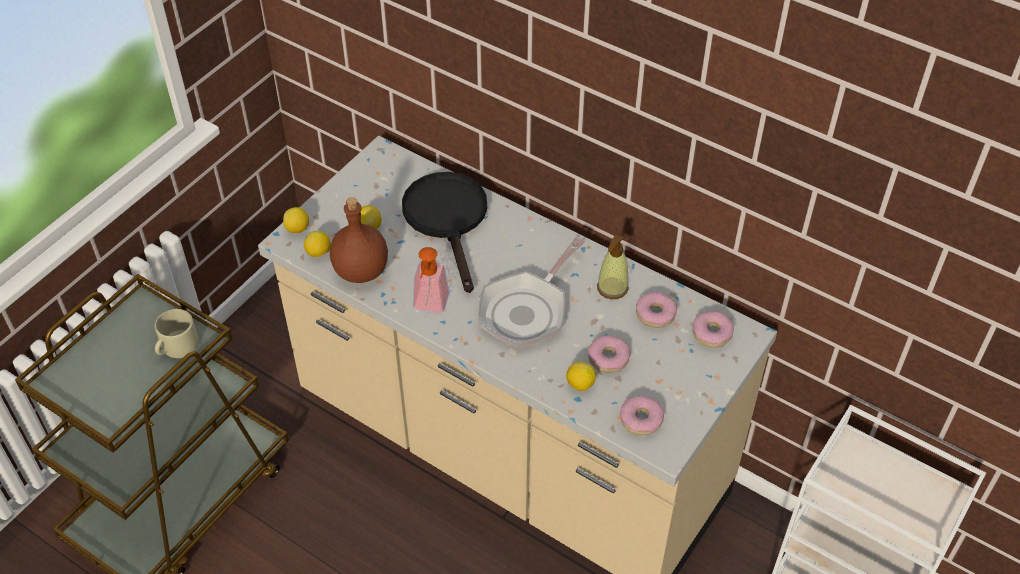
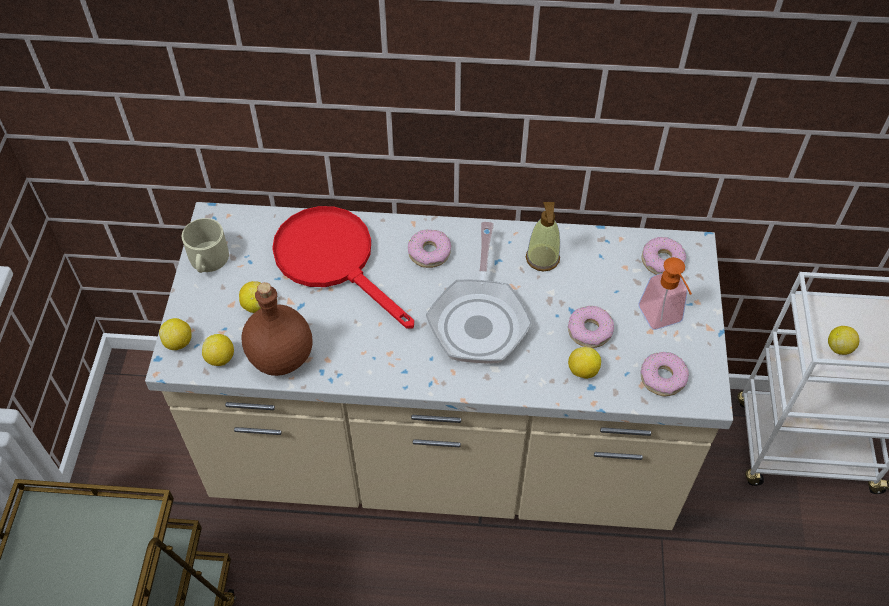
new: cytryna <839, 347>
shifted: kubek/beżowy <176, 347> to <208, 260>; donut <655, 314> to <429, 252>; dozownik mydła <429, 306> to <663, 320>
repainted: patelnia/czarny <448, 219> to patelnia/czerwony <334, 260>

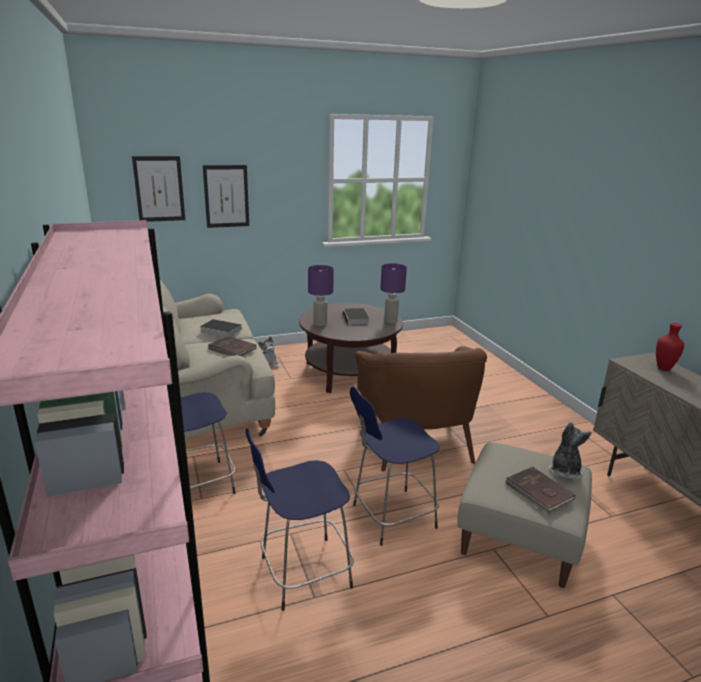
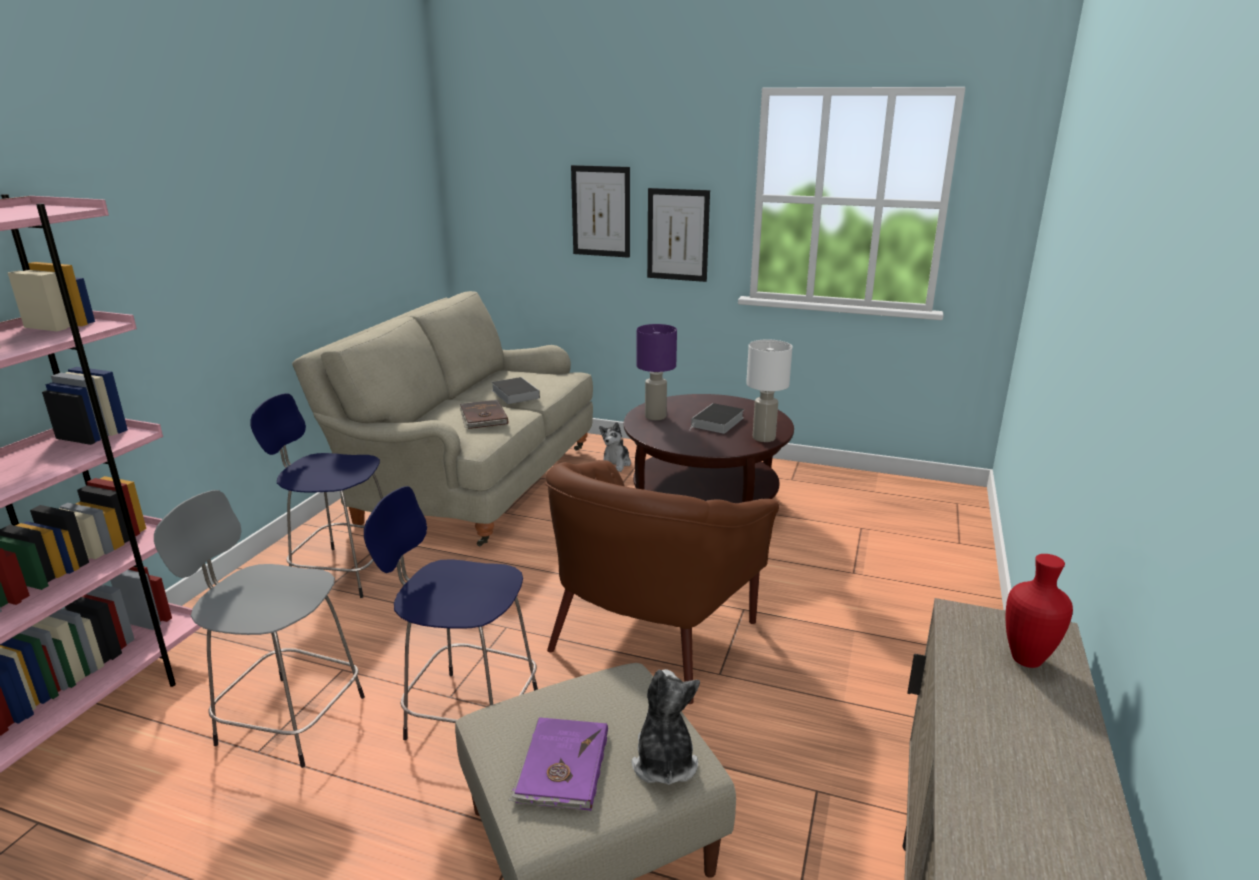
shifted: obraz <159, 189> to <678, 235>
repainted: stołek/niebieski <302, 573> to stołek/szary <287, 719>; książka/brązowy <538, 492> to książka/fioletowy <561, 767>; lampa stołowa/fioletowy <391, 321> to lampa stołowa/biały <764, 438>
rotated: pluszak <564, 471> = <664, 762> 60 degrees counterclockwise

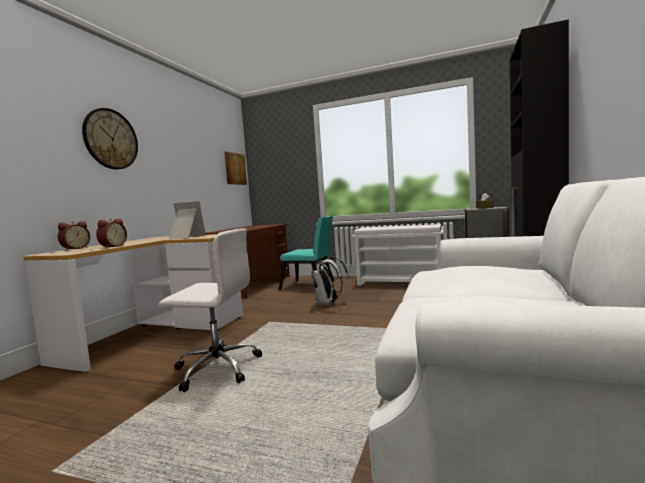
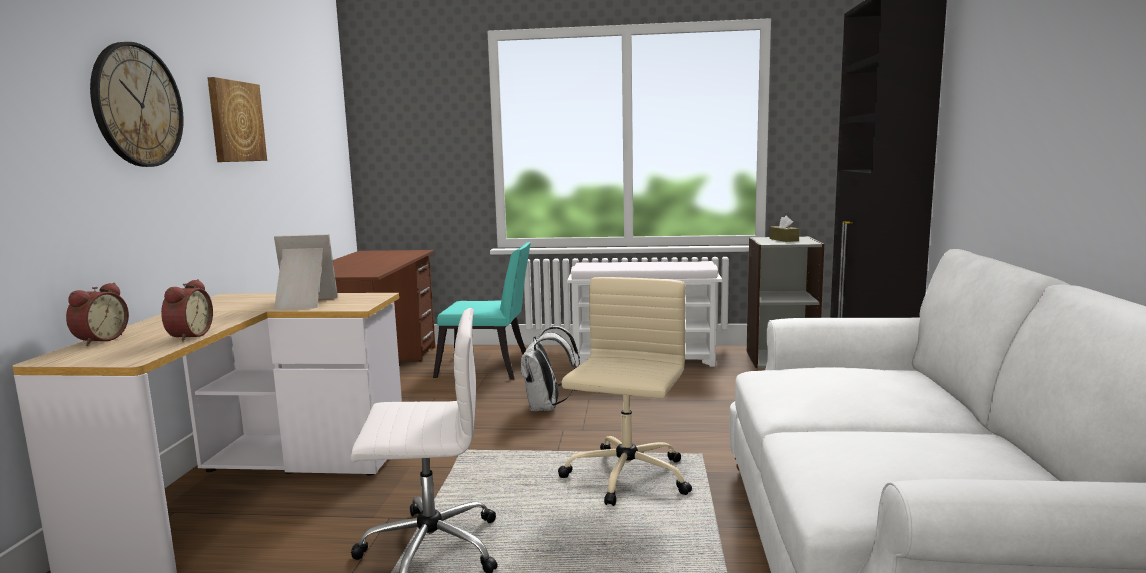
new: krzesło biurowe/beżowy <626, 477>
shifted: obraz <234, 169> to <235, 121>

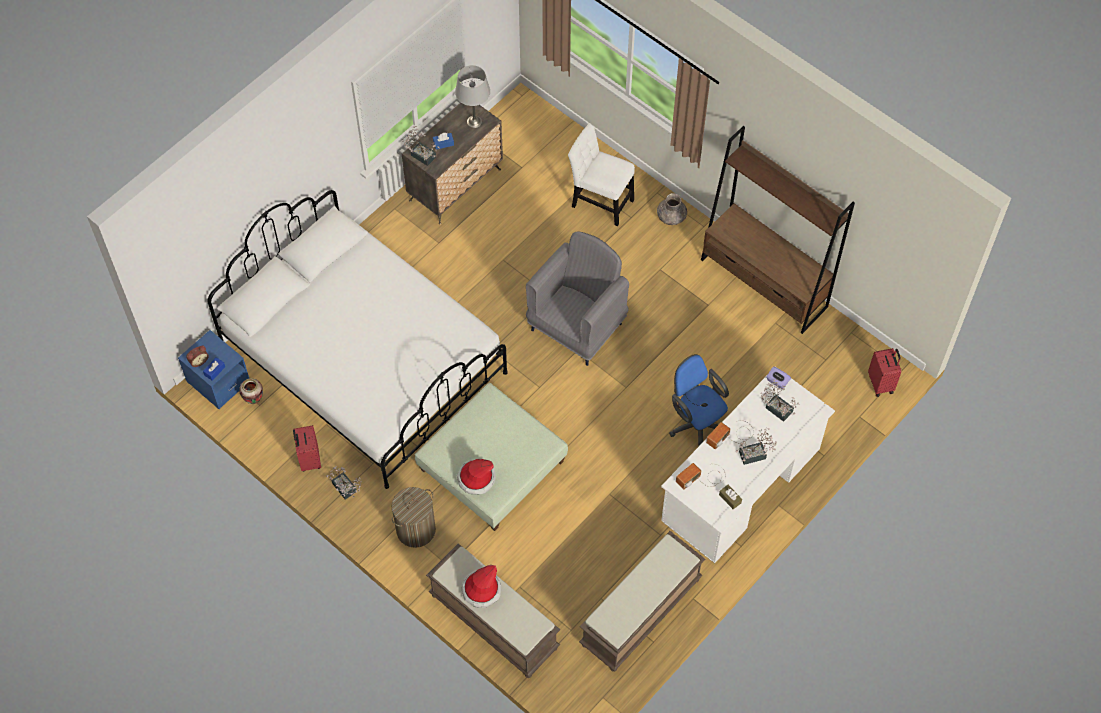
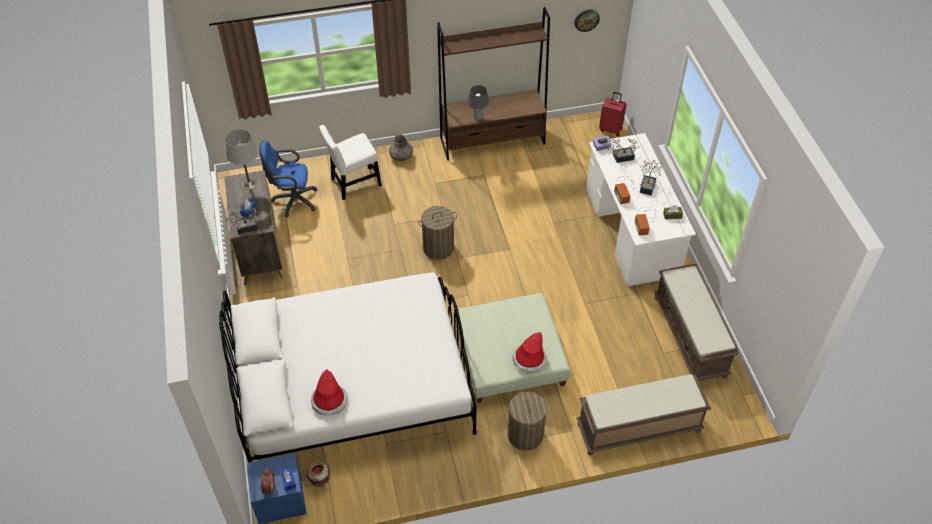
gone: walizka/czerwony <309, 459>; roślina doniczkowa <346, 490>
new: lampa stołowa/szary <478, 118>; zegar ścienny <586, 20>
shifted: krzesło biurowe/niebieski <696, 424> to <292, 200>; kapelusz <481, 590> to <329, 401>
swapped: fotel/szary <577, 325> to kosz na pranie <438, 248>

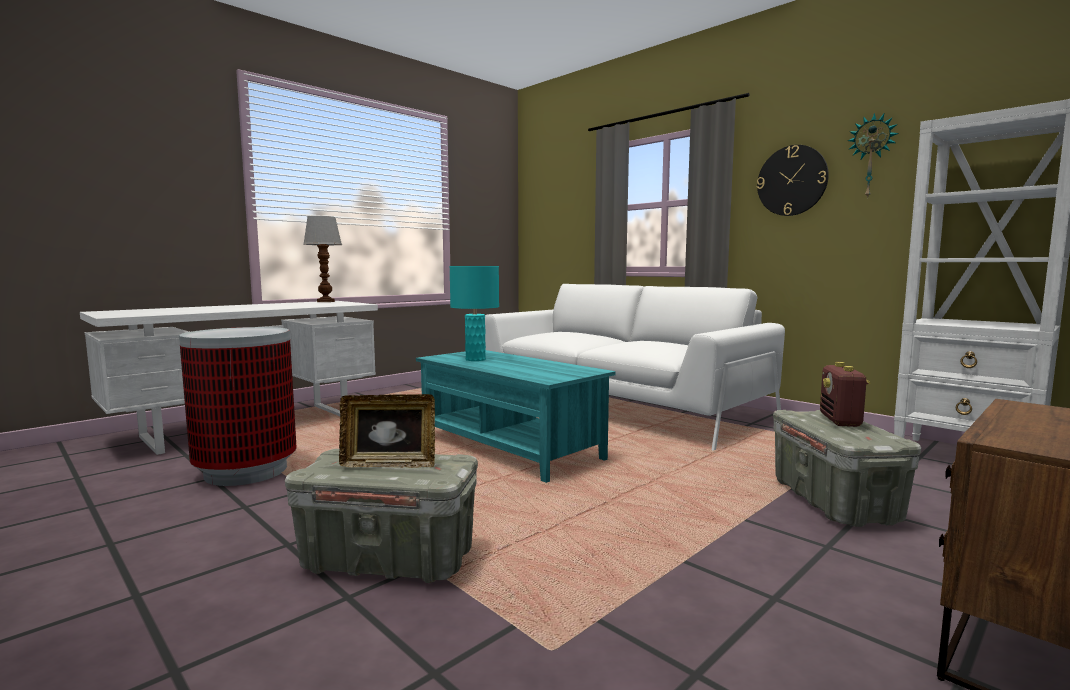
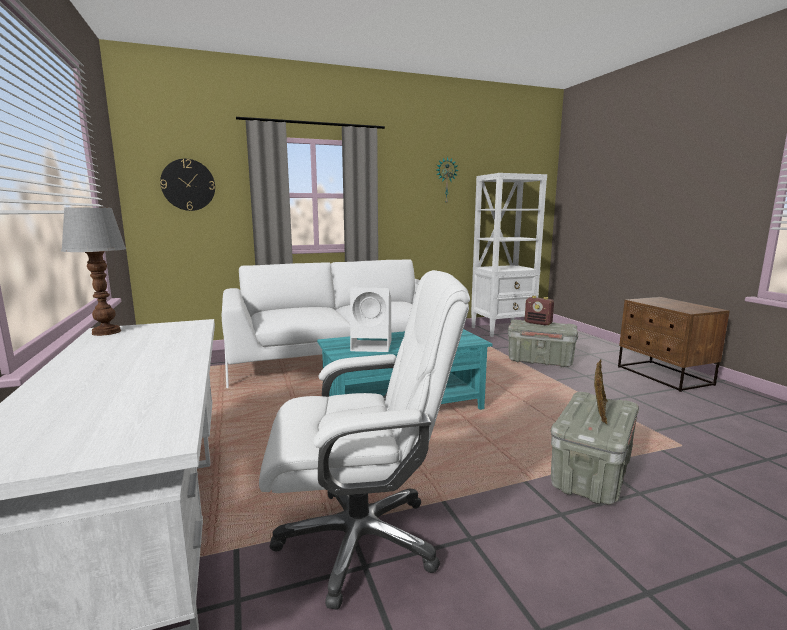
shifted: zegar ścienny <792, 180> to <188, 185>
swapped: kosz na śmieci <246, 471> to krzesło biurowe/biały <361, 539>; lampa stołowa/turkusowy <475, 359> to głośnik/biały <373, 346>

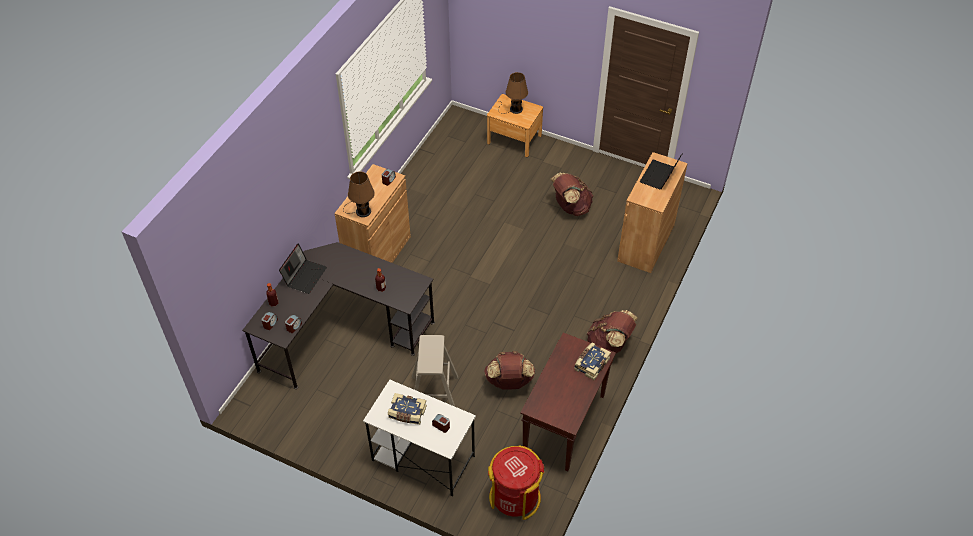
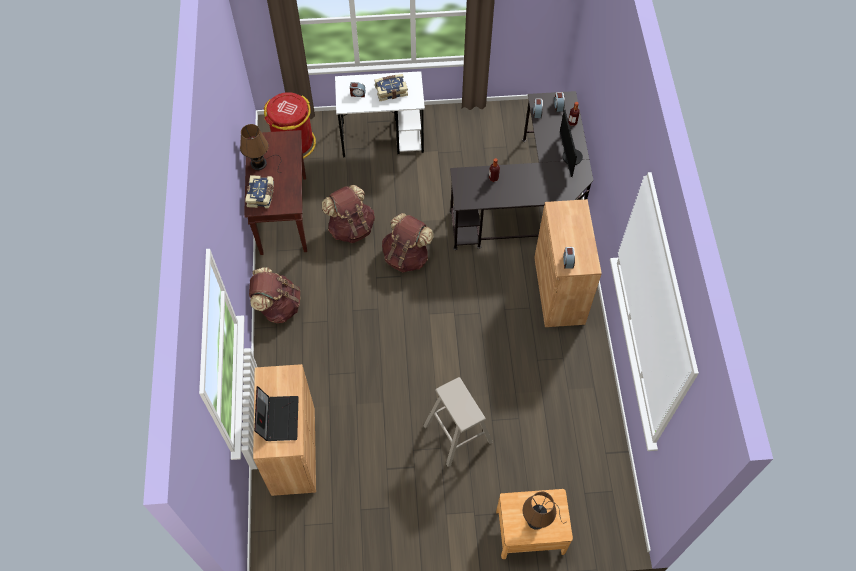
shifted: lampa stołowa/brązowy <361, 211> to <260, 163>; plecak/brązowy <570, 207> to <406, 256>; stołek/beżowy <434, 395> to <457, 433>
swapped: laptop <305, 275> to monitor <569, 157>

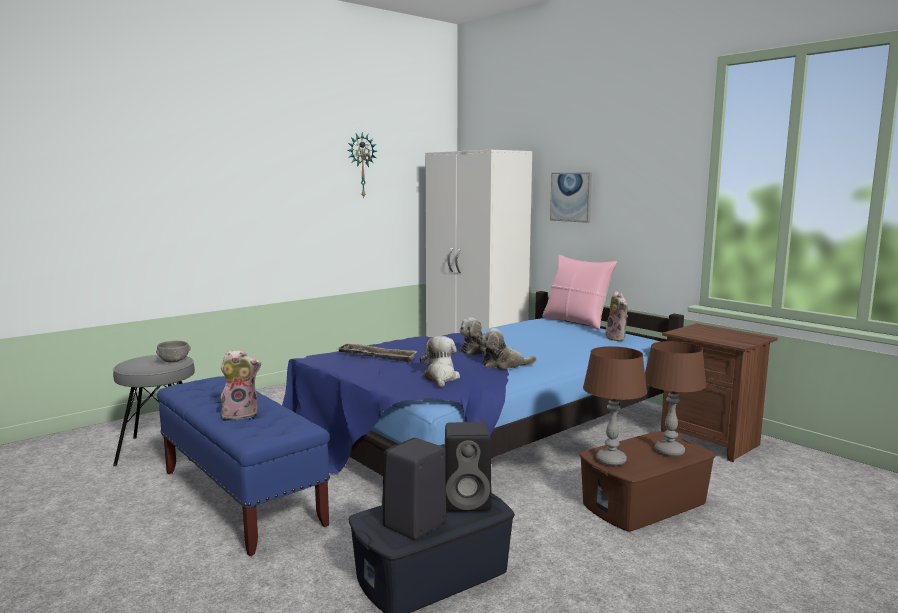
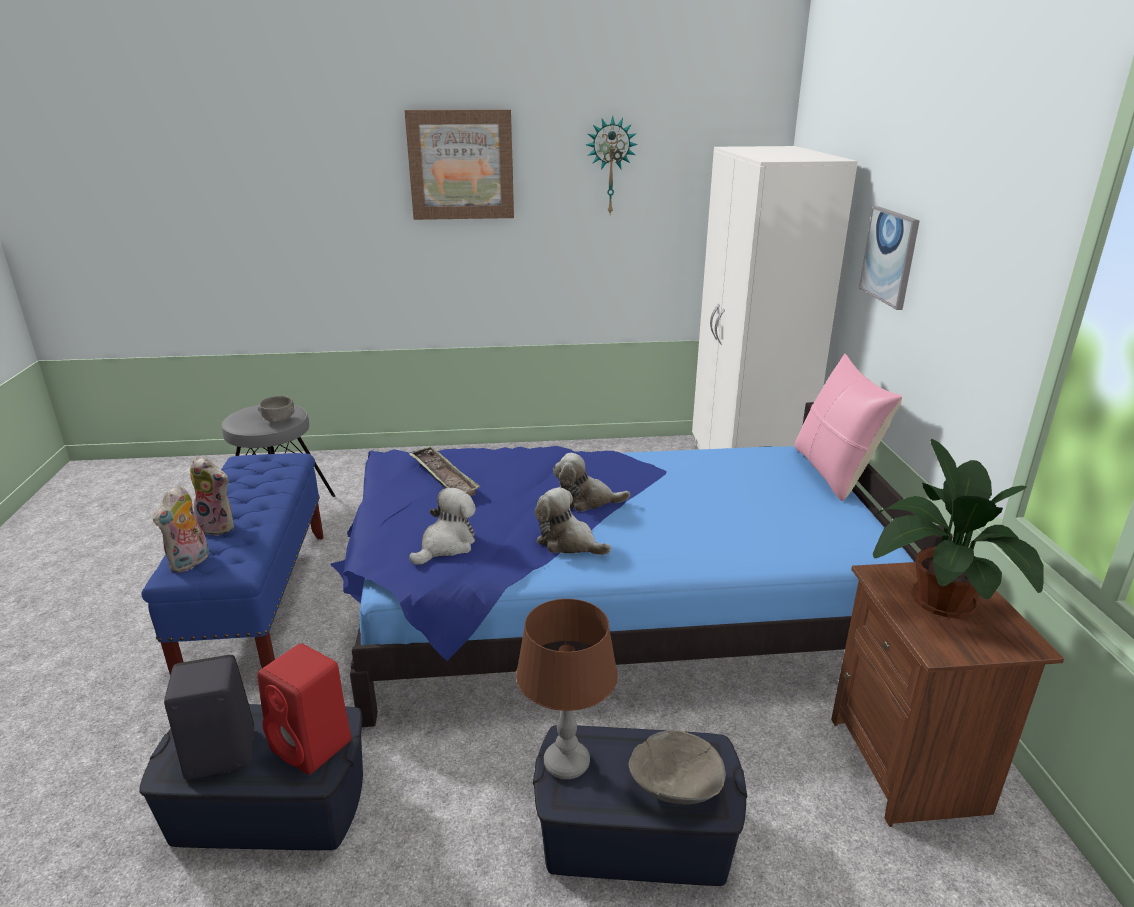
new: obraz <461, 165>; roślina doniczkowa <937, 596>
shifted: pluszak <617, 338> to <190, 563>
swapped: lampa stołowa/brązowy <669, 451> to miska/szary <674, 788>
repainted: głośnik/czarny <468, 501> to głośnik/czerwony <313, 746>; pojemnik do przechowywania/brązowy <645, 504> to pojemnik do przechowywania/niebieski <636, 836>

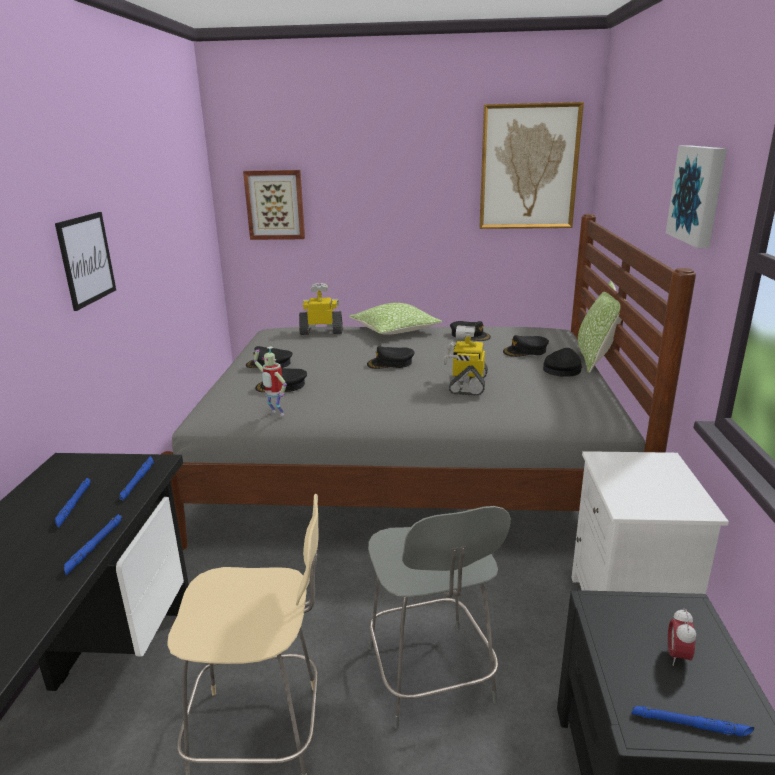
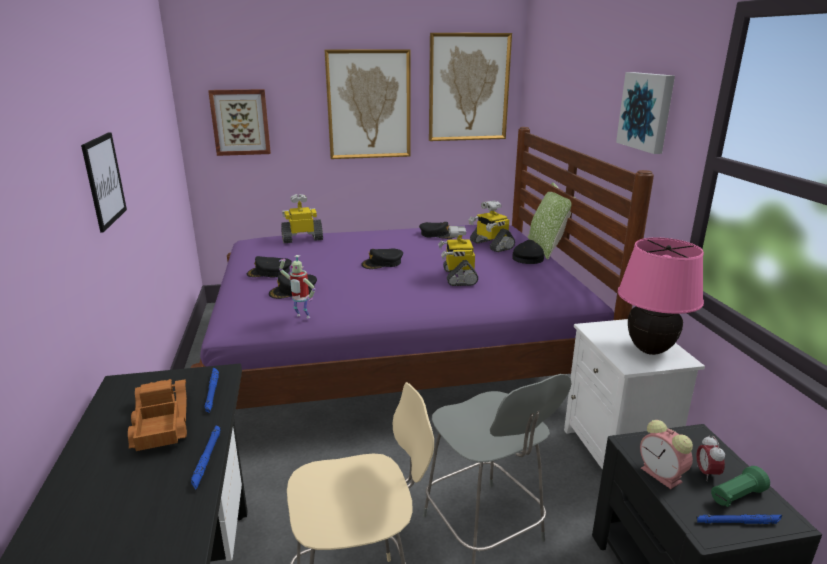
gone: poduszka <395, 331>
new: obraz <369, 105>; lampa stołowa/różowy <649, 349>; budzik <663, 476>; latarka/zielony <736, 496>
swapped: latarka/niebieski <74, 505> to ciężarówka zabawkowa <159, 423>; czapka z daszkiem/czarny <525, 351> to robot zabawkowy <490, 245>
repainted: łóżko/szary <409, 470> to łóżko/fioletowy <397, 357>

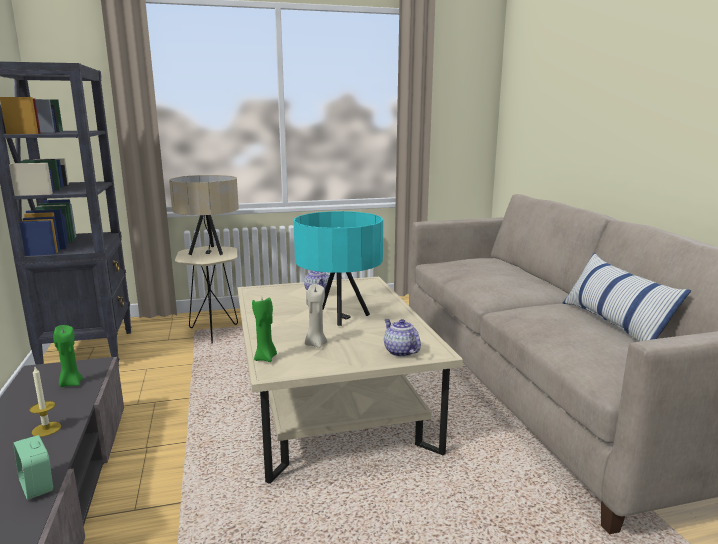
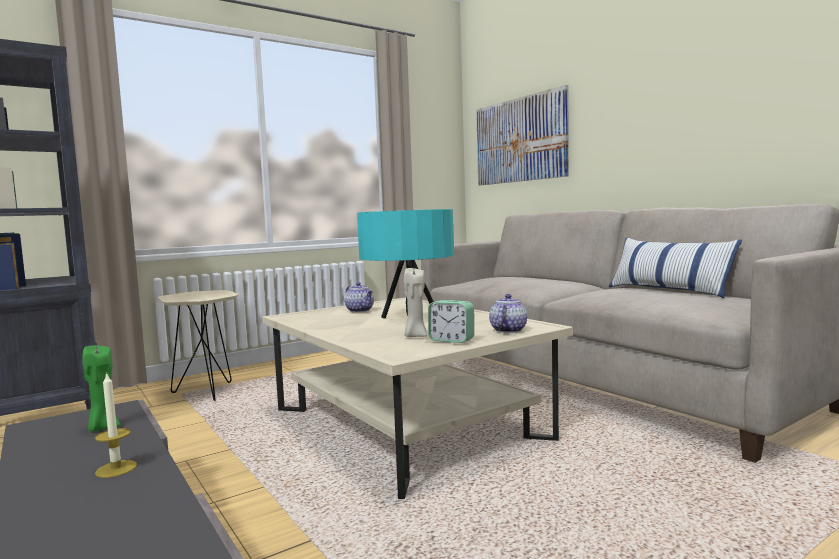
gone: lampa stołowa/beżowy <209, 251>; świeca/zielony <266, 358>
new: obraz <520, 140>
shifted: budzik <37, 485> to <451, 340>
rotated: imbryk <400, 351> = <508, 330> 75 degrees clockwise

